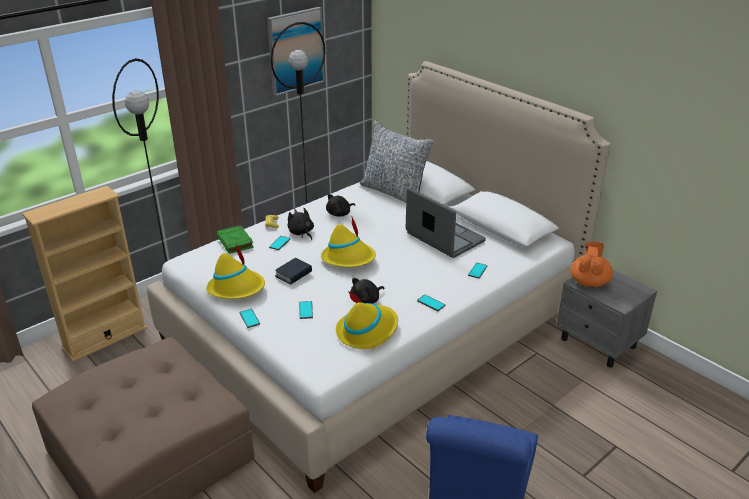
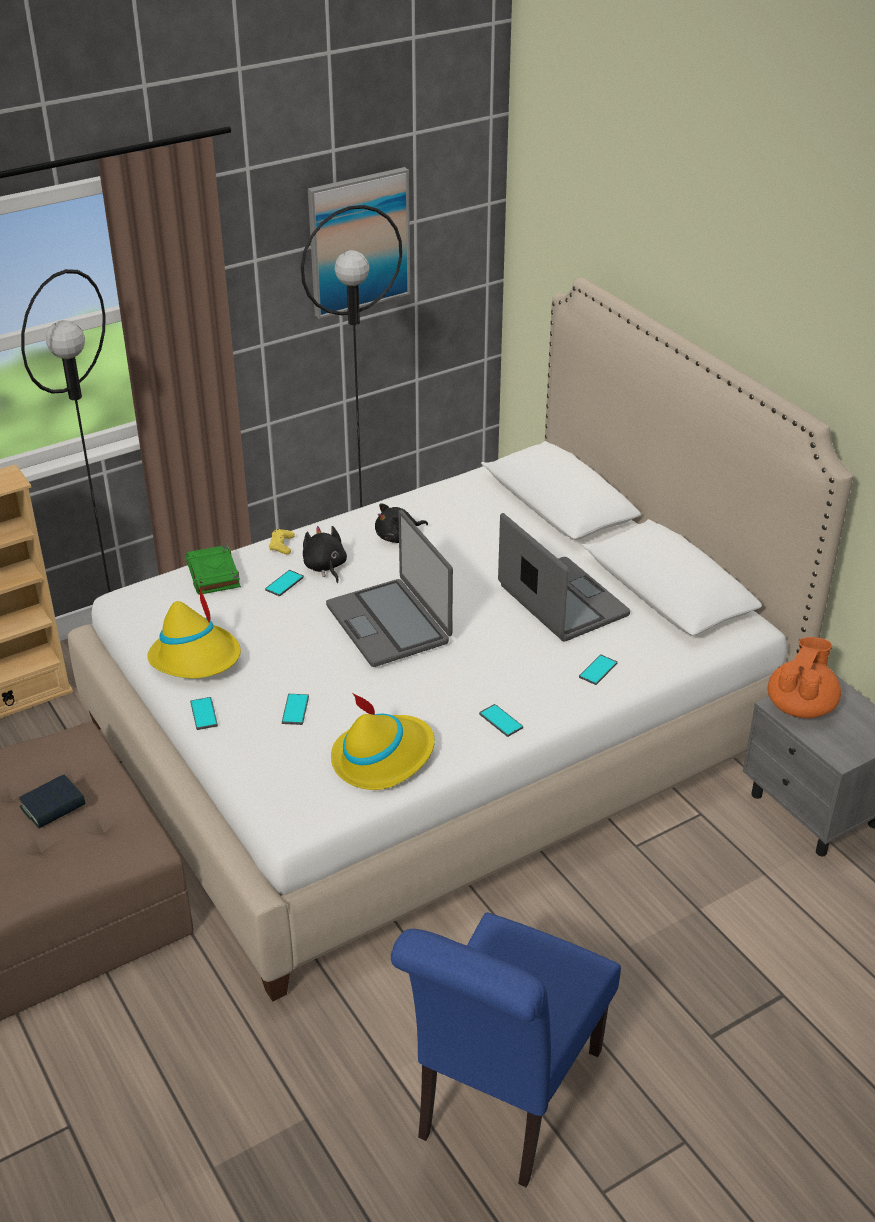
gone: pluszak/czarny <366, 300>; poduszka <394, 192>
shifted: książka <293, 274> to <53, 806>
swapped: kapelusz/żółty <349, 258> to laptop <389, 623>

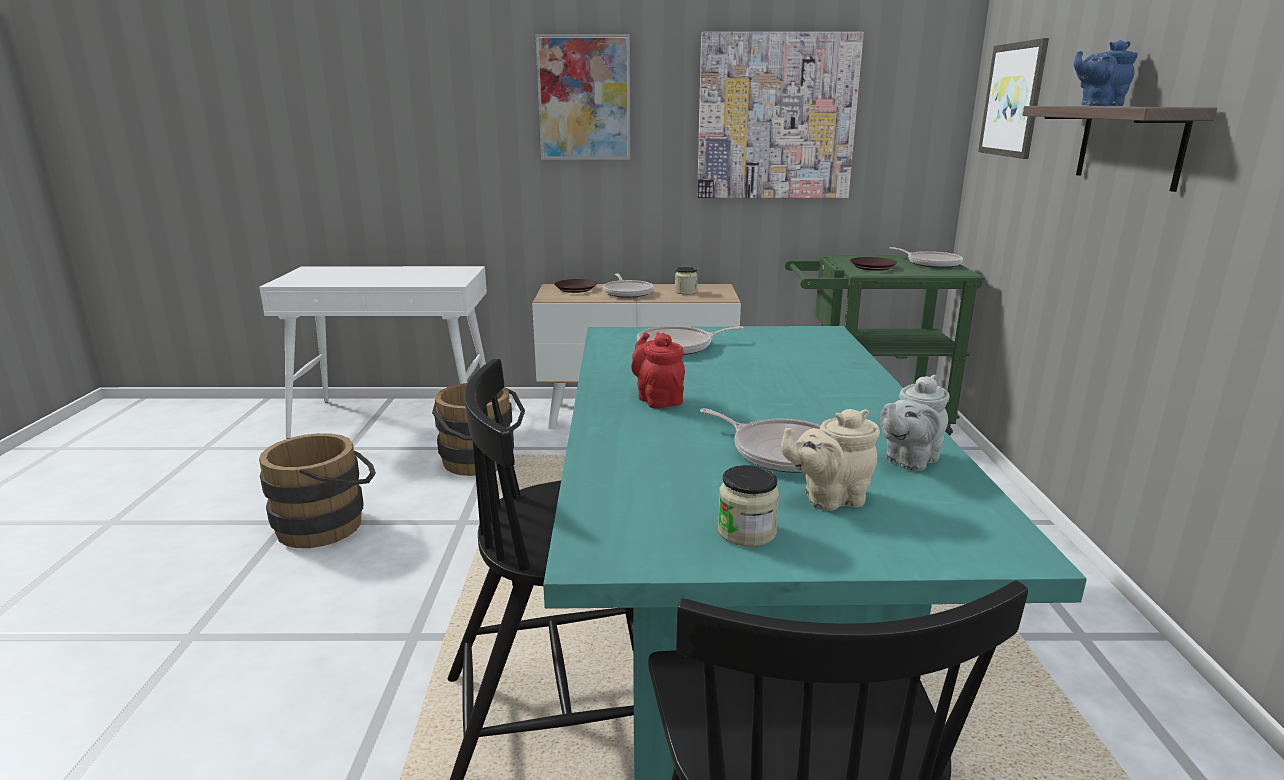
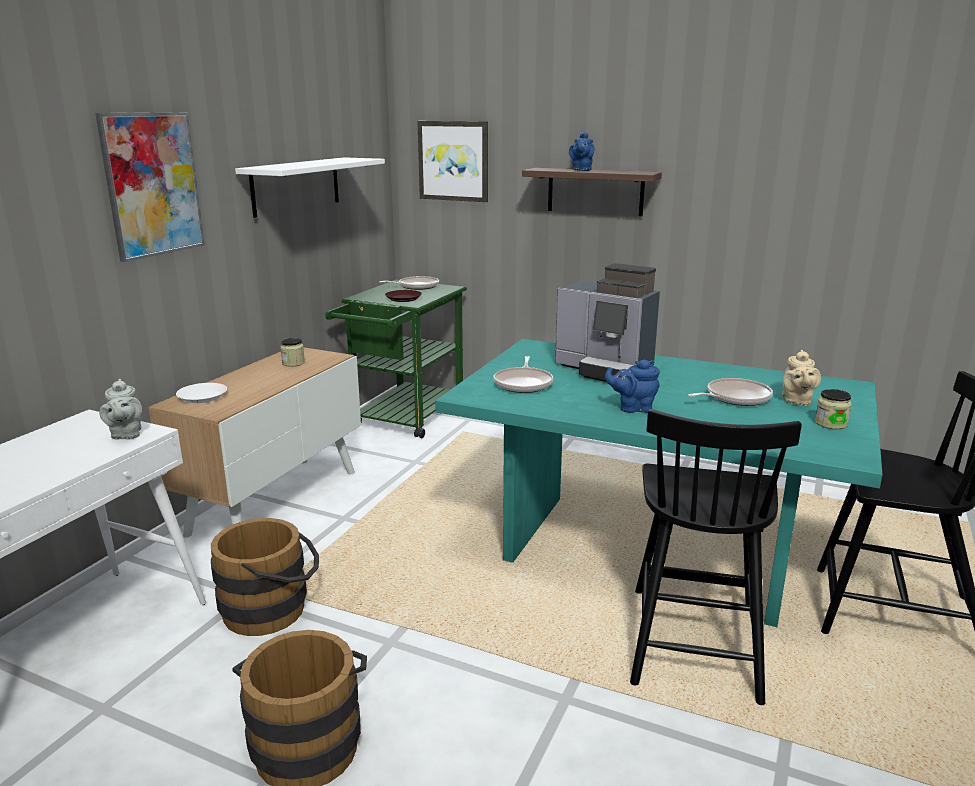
gone: patelnia <627, 292>
new: ekspres do kawy <605, 369>
shifted: imbryk/szary <909, 460> to <126, 435>
swapped: obraz <776, 117> to półka/biały <296, 186>
repainted: talerz/brązowy <575, 289> to talerz/biały <202, 397>; imbryk/czerwony <658, 399> to imbryk/niebieski <633, 408>

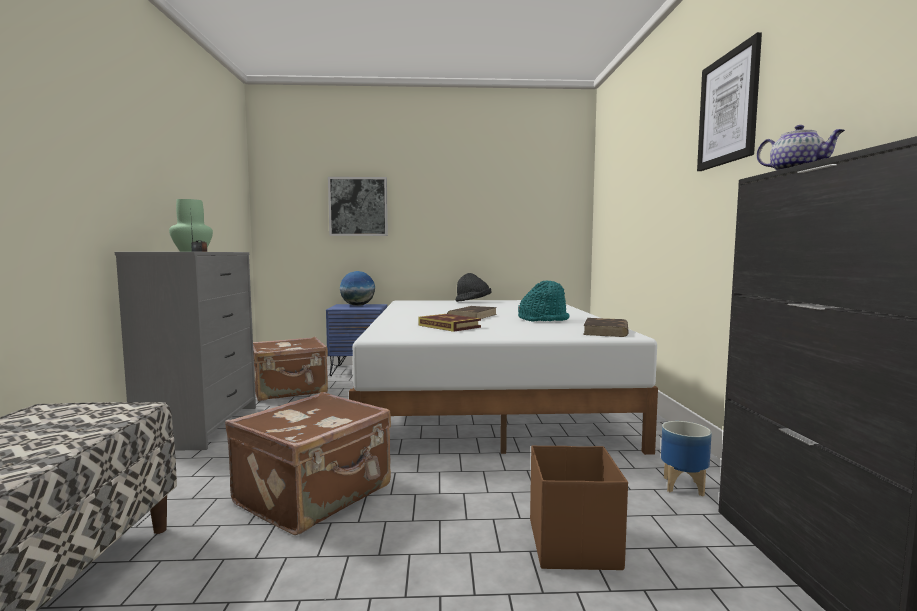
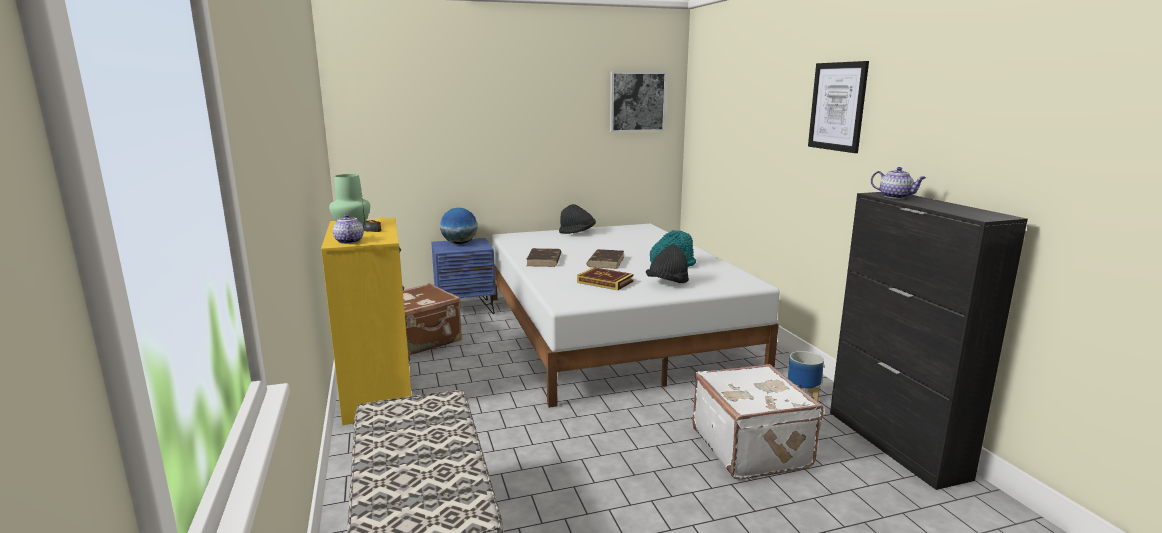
gone: walizka/brązowy <316, 495>
new: imbryk <348, 241>; kapelusz/czarny <667, 283>
shifted: książka/brązowy <606, 331> to <544, 260>; obraz <358, 206> to <637, 101>
swapped: pojemnik do przechowywania/brązowy <573, 543> to walizka/biały <752, 447>
repainted: komoda/szary <202, 427> to komoda/żółty <379, 392>

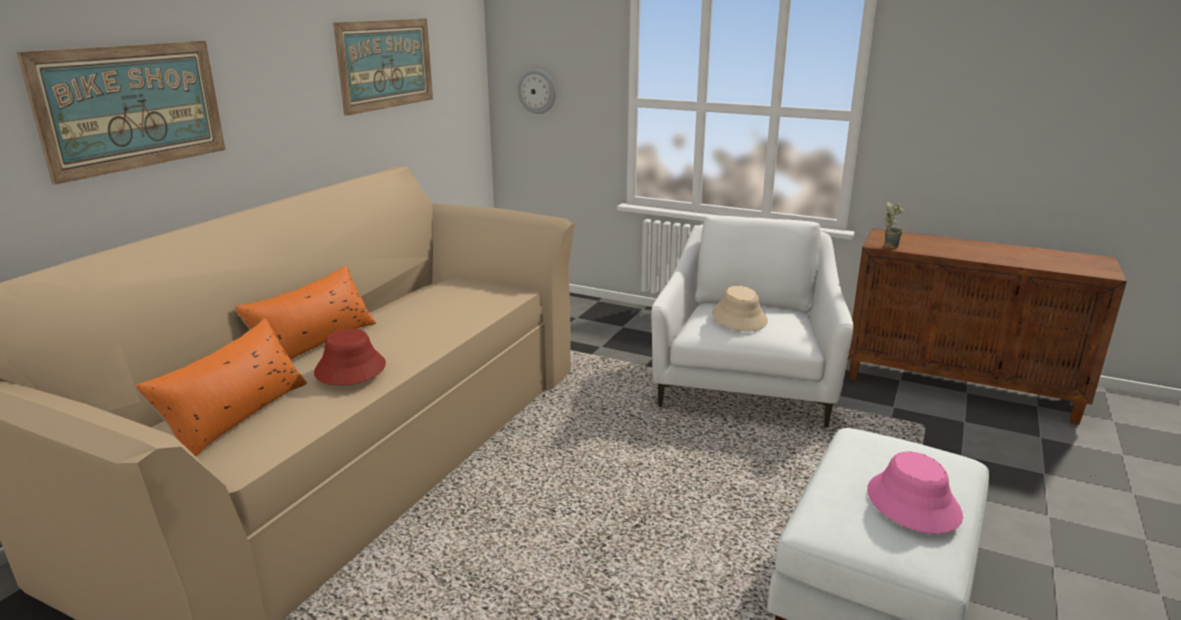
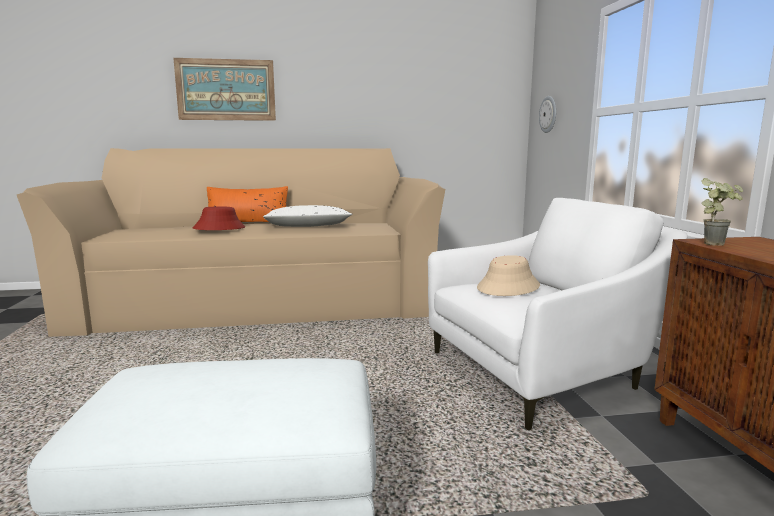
gone: poduszka/pomarańczowy <236, 416>; obraz <386, 64>; kapelusz/różowy <912, 503>
new: poduszka/biały <307, 226>

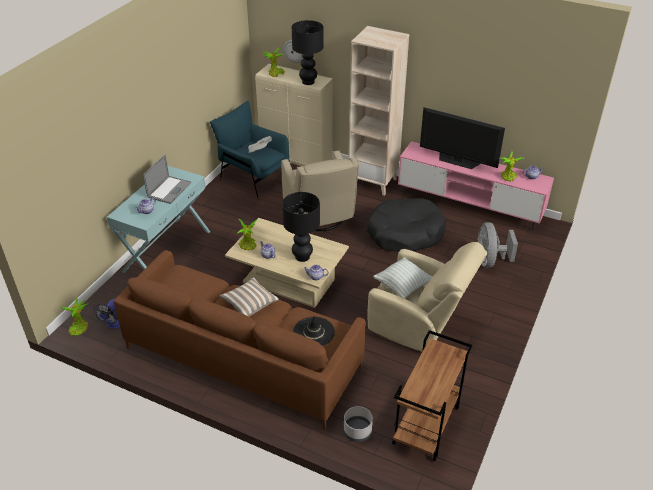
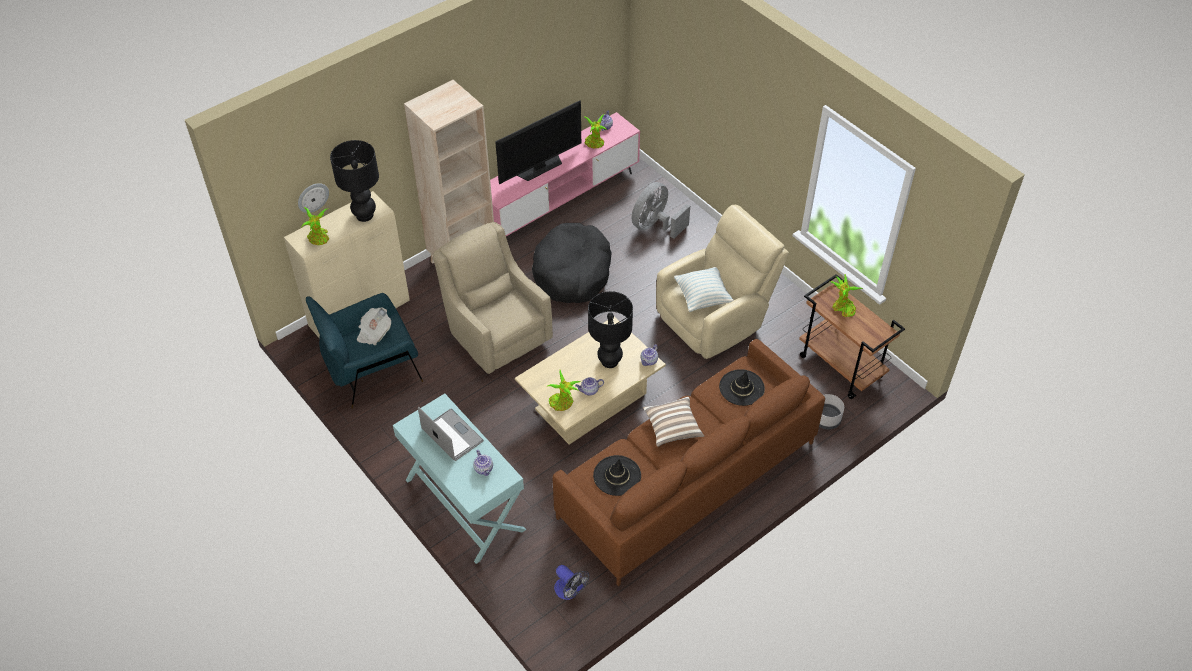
new: kapelusz/czarny <617, 476>
shifted: roślina doniczkowa <79, 327> to <842, 308>
rotated: fotel/beżowy <320, 217> = <496, 334> 135 degrees counterclockwise; wentylator/szary <490, 260> = <655, 226> 105 degrees clockwise

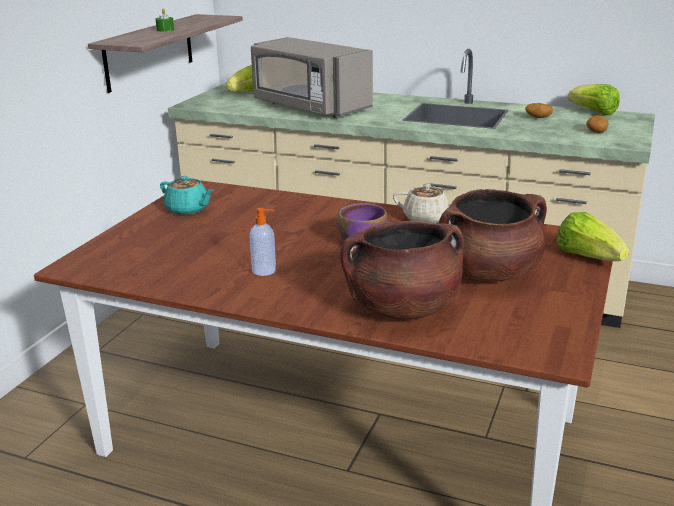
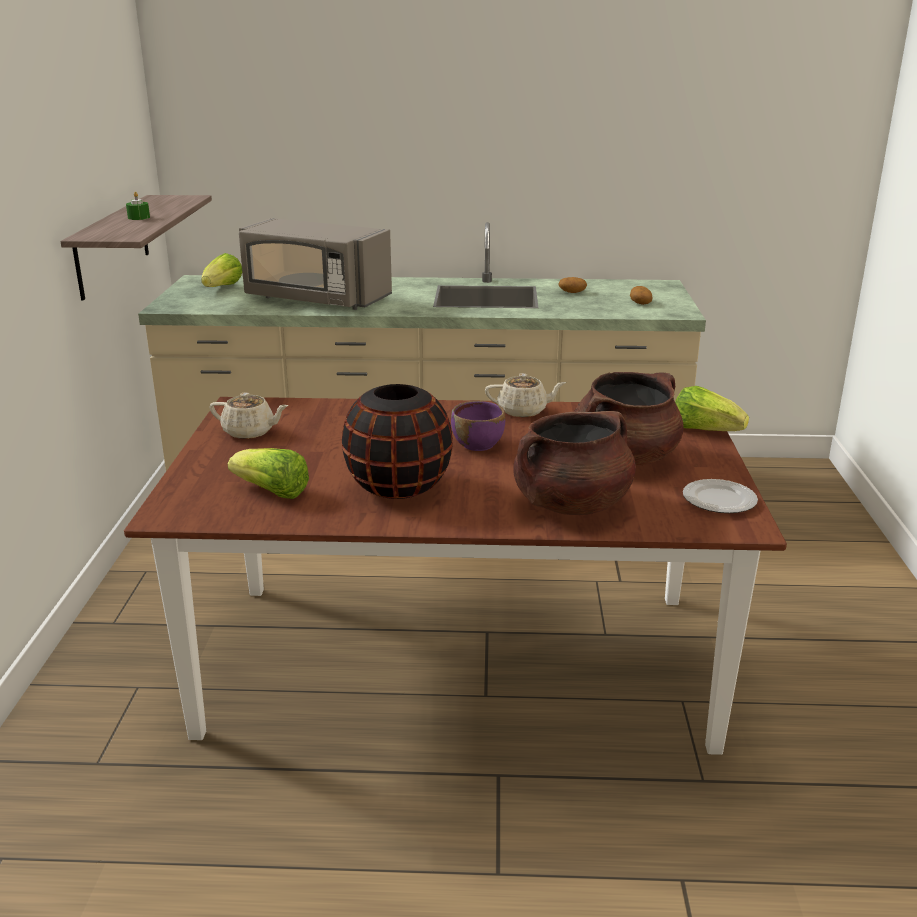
new: talerz <719, 500>
shifted: sałata <593, 112> to <272, 492>
swapped: dozownik mydła <265, 271> to wazon/czarny <398, 487>
repainted: imbryk/turkusowy <188, 209> to imbryk/beżowy <250, 432>

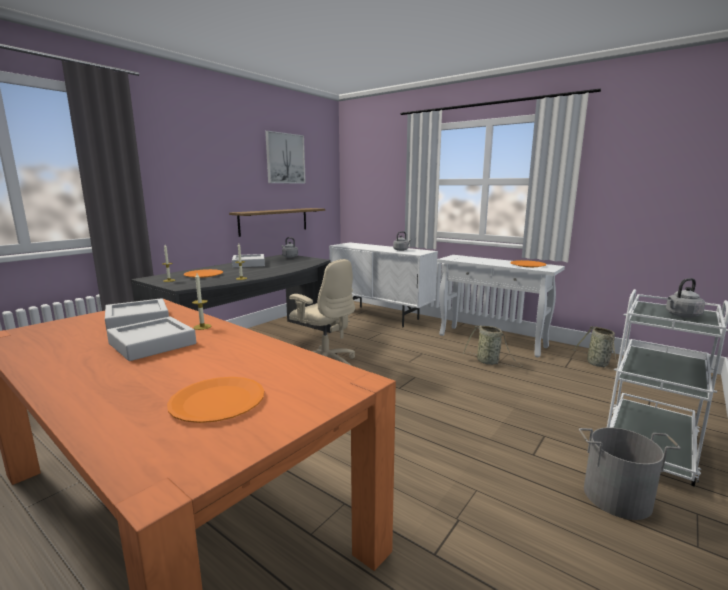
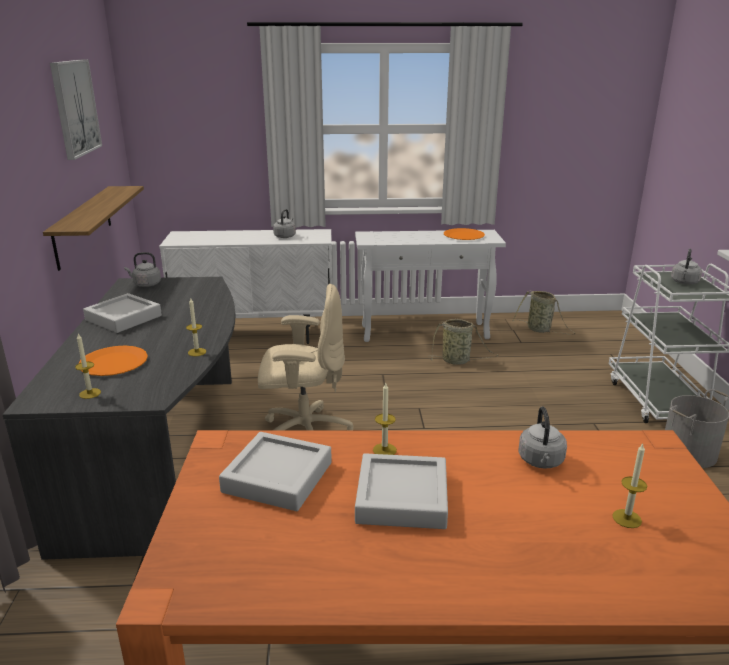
new: czajnik/szary <541, 461>
swapped: talerz/pomarańczowy <217, 401> to świeca <627, 518>

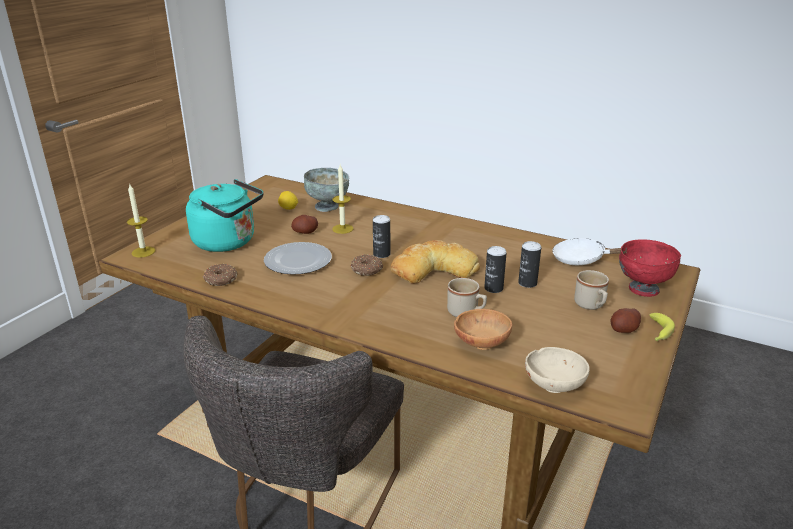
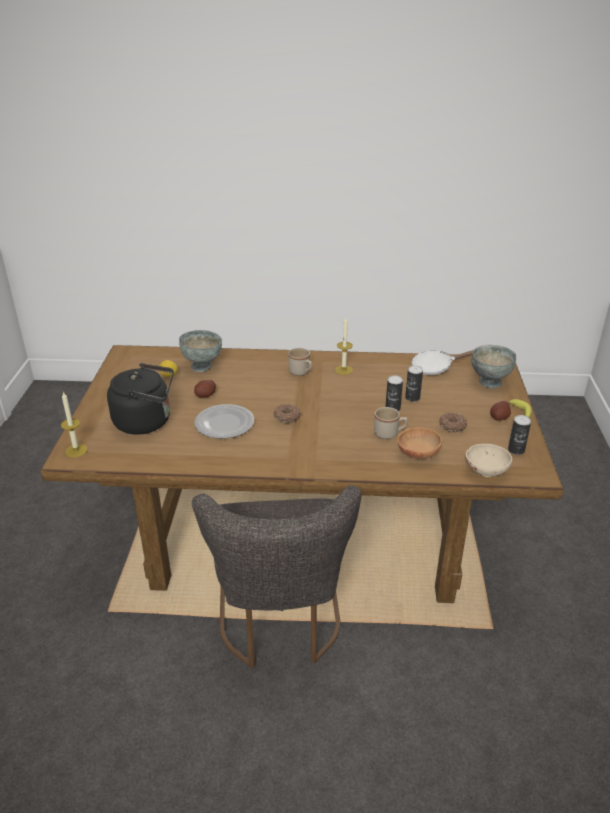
gone: chleb <433, 269>
shifted: kubek/beżowy <591, 306> to <301, 372>; świeca <342, 229> to <343, 370>; donut <220, 280> to <452, 426>; puszka <381, 254> to <516, 450>
repainted: czajnik/turkusowy <228, 242> to czajnik/czarny <147, 421>; miska/czerwony <642, 289> to miska/szary <489, 382>

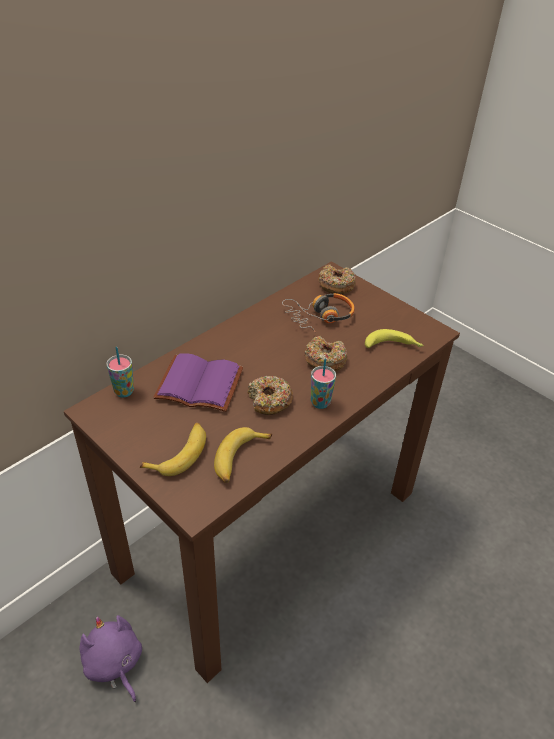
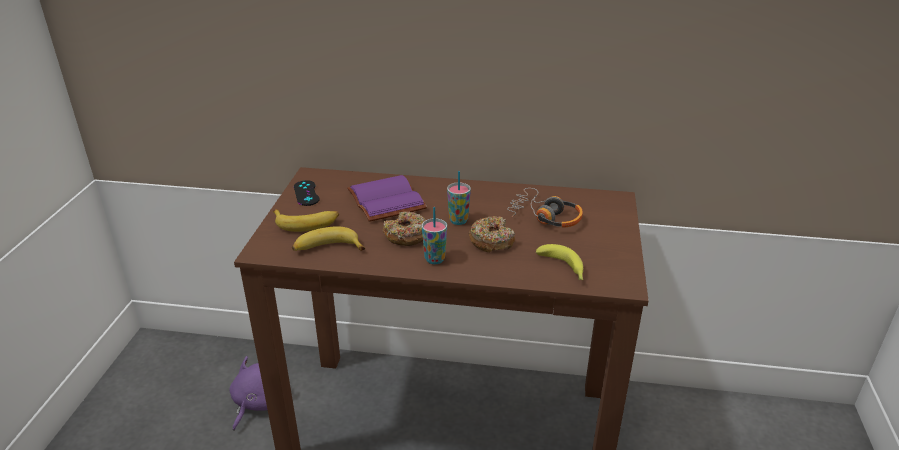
gone: donut <336, 285>
new: pad do gier/czarny <306, 193>
shifted: filiżanka <124, 391> to <458, 221>

